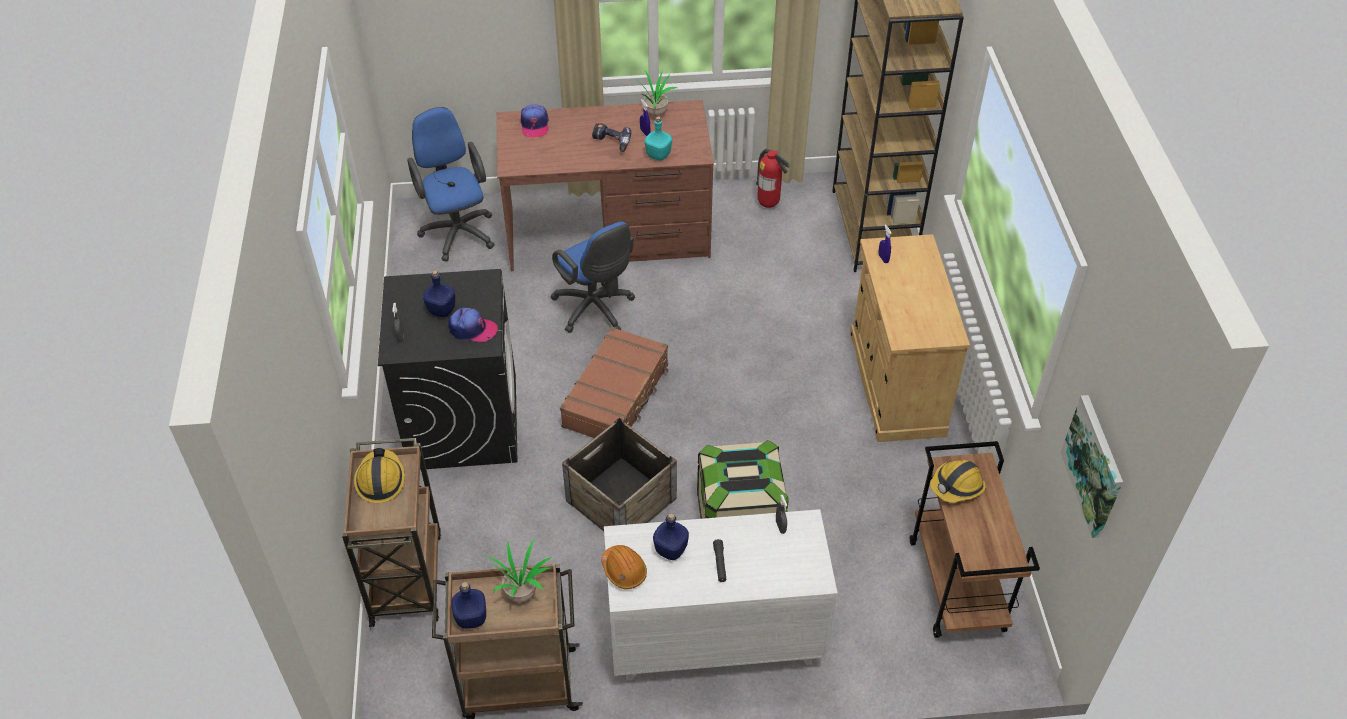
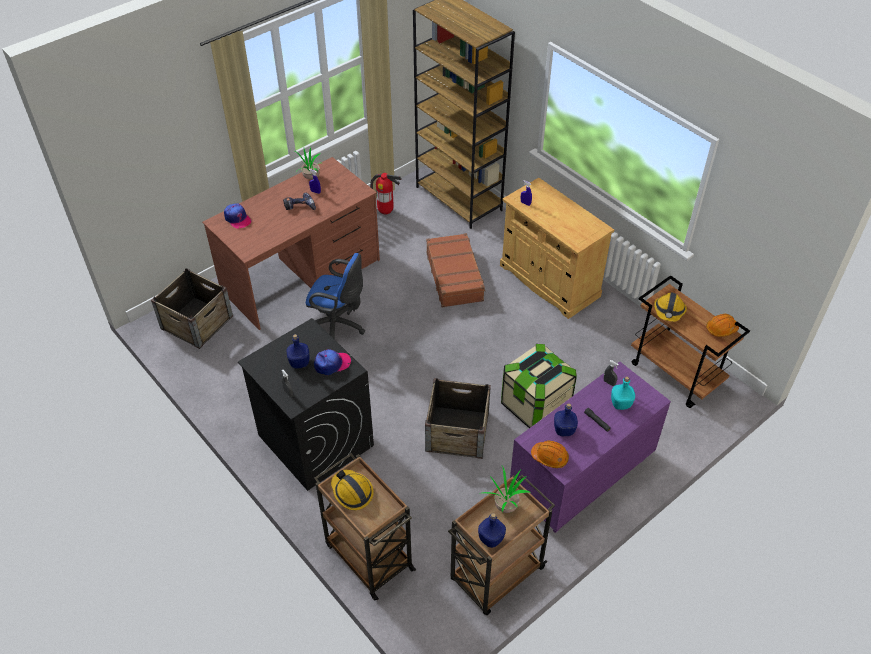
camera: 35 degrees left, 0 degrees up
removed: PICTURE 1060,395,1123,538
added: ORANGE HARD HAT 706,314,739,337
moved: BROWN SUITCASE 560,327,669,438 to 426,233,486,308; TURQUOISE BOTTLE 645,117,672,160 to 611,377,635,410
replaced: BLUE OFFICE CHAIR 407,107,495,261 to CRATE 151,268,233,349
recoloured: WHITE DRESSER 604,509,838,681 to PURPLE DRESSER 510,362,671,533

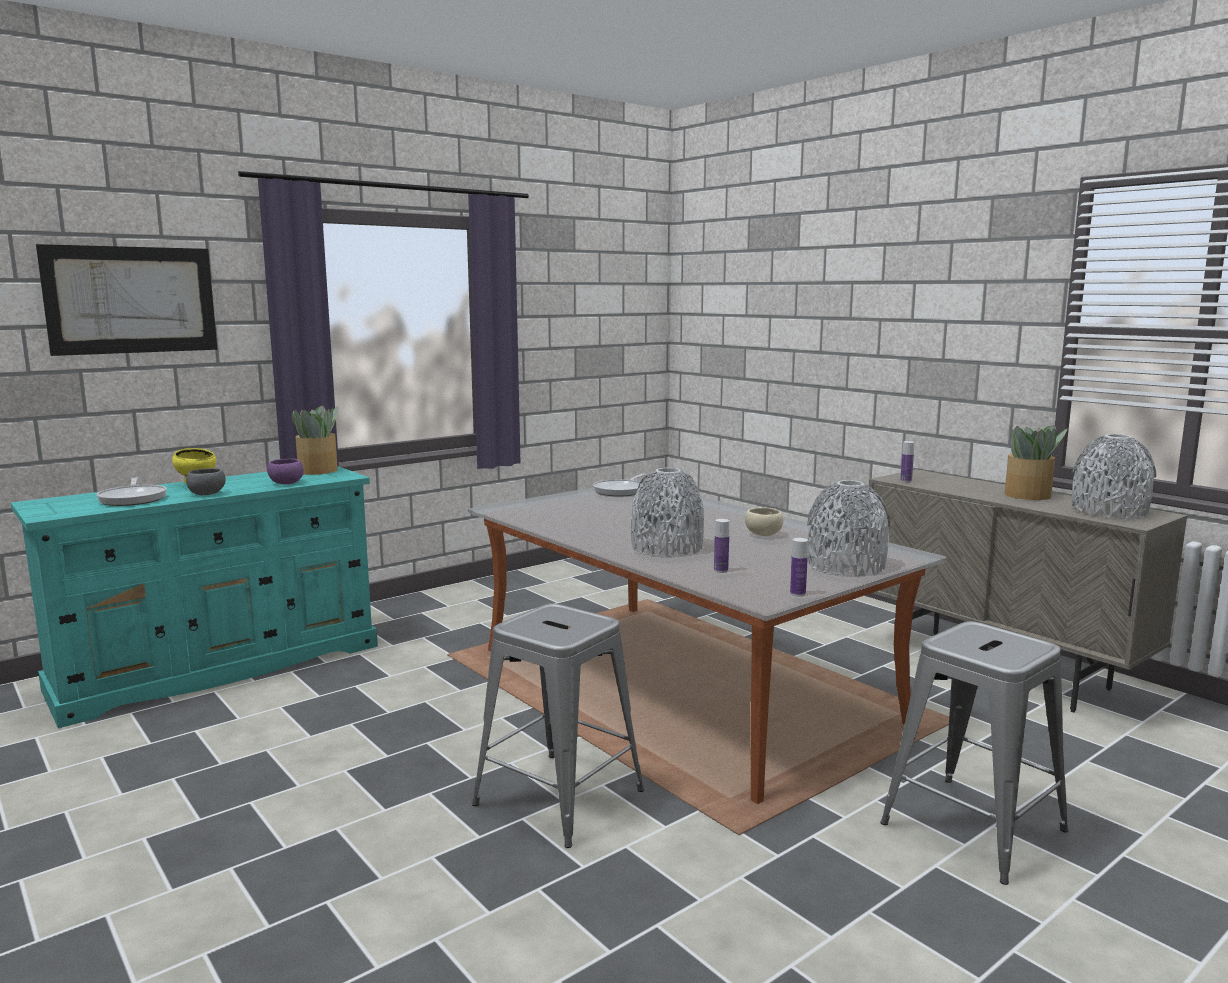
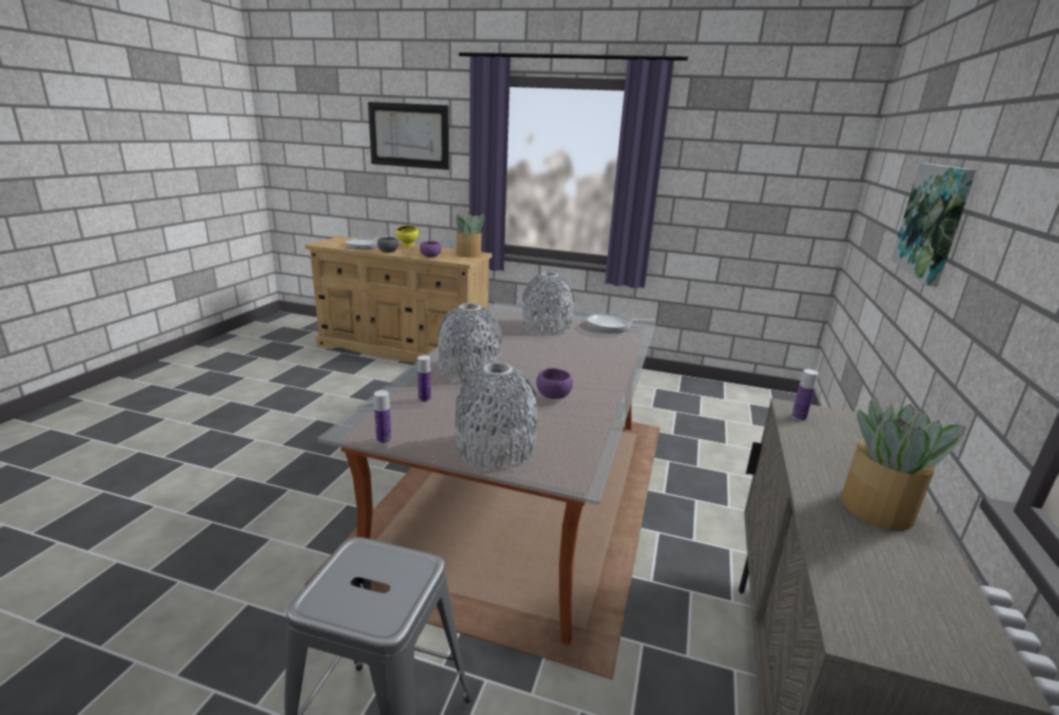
camera: 55 degrees right, 10 degrees up
removed: GREY STOOL 472,603,644,848
added: PICTURE 891,163,976,287
moved: GREY VASE 1072,434,1156,519 to 522,272,574,335
recoloured: TURQUOISE DRESSER 11,466,378,728 to BEIGE DRESSER 305,236,492,363; BEIGE BOWL 745,508,783,536 to PURPLE BOWL 536,368,573,399

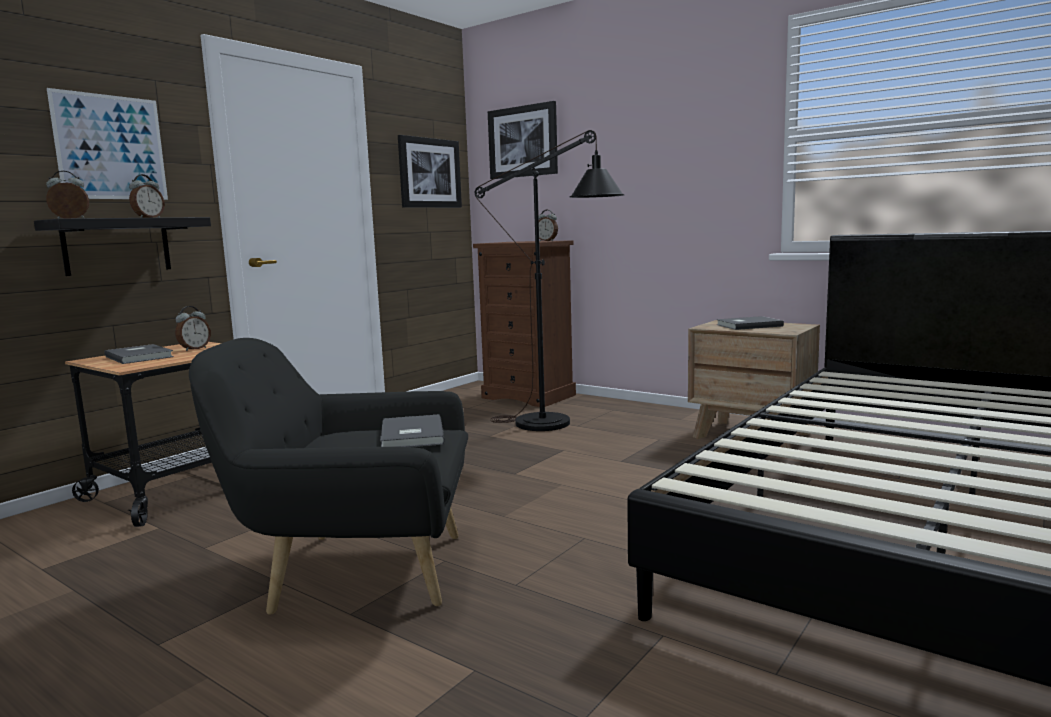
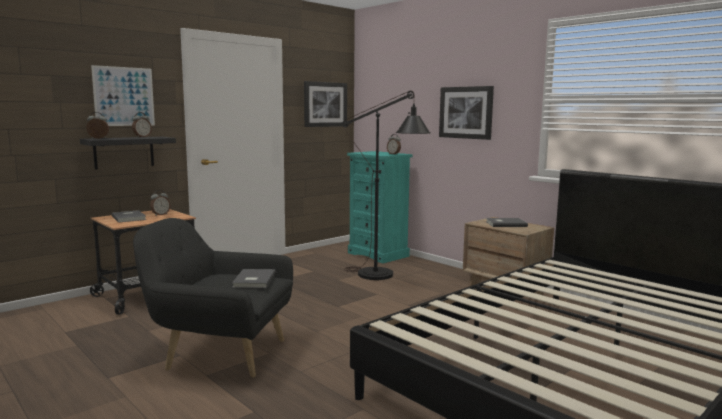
camera: 10 degrees right, 0 degrees up
moved: PICTURE 488,101,558,179 to 439,86,494,140
recoloured: BROWN DRESSER 473,240,576,407 to TURQUOISE DRESSER 347,151,413,263

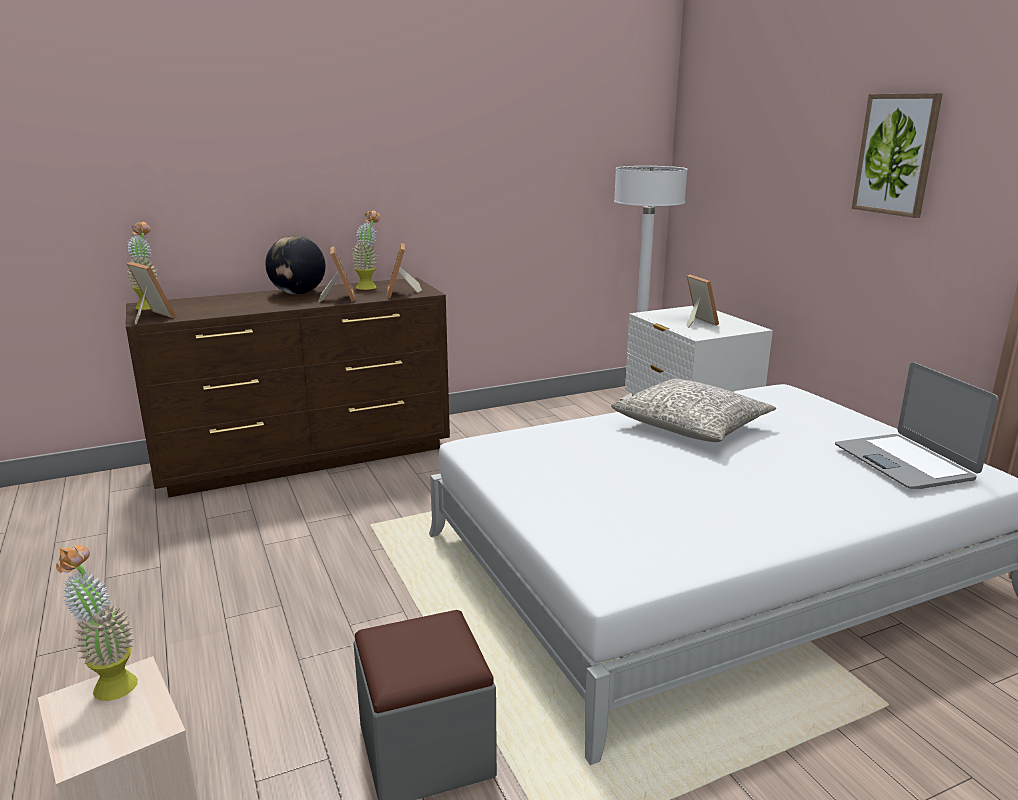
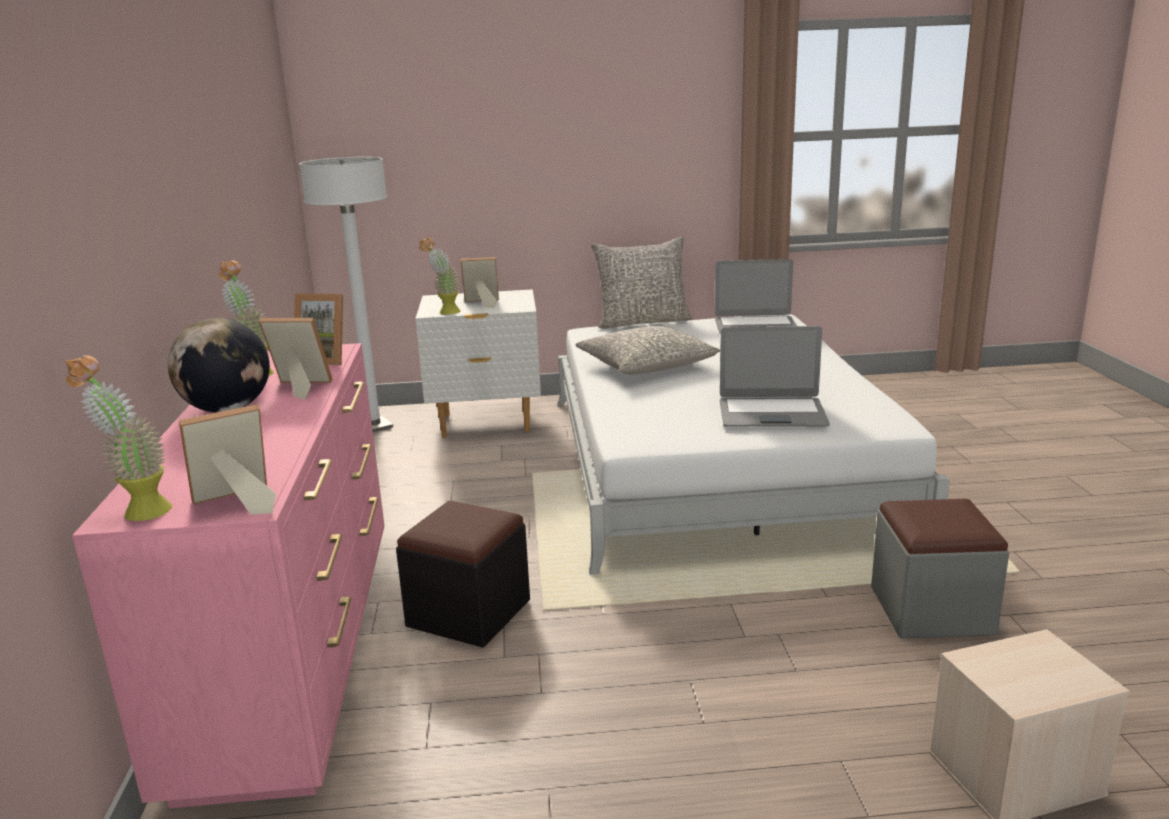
camera: 70 degrees left, 0 degrees up
removed: PICTURE 852,93,943,218
added: BLACK OTTOMAN 396,501,530,648; GREY PILLOW 591,237,692,329; LAPTOP 720,326,830,427
moved: POTTED PLANT 56,545,138,701 to 419,237,461,315
recoloured: BROWN DRESSER 126,278,450,497 to PINK DRESSER 72,343,385,809

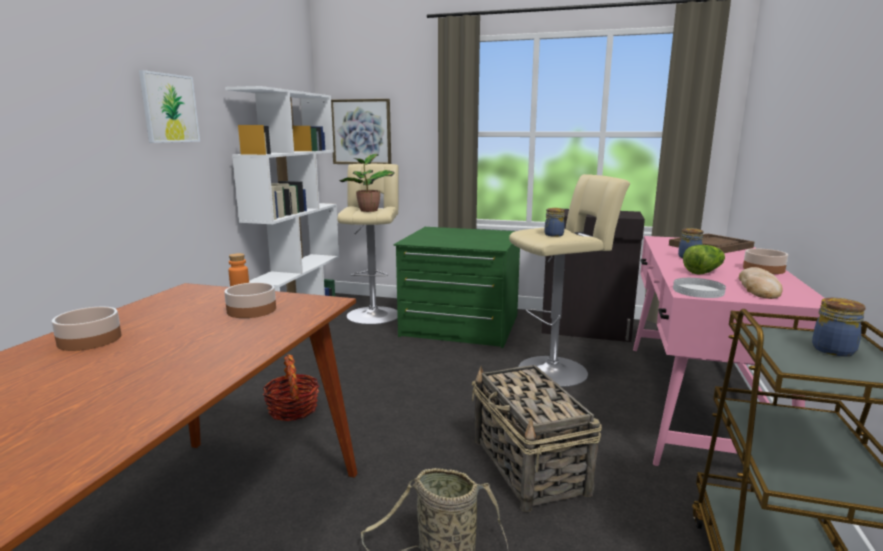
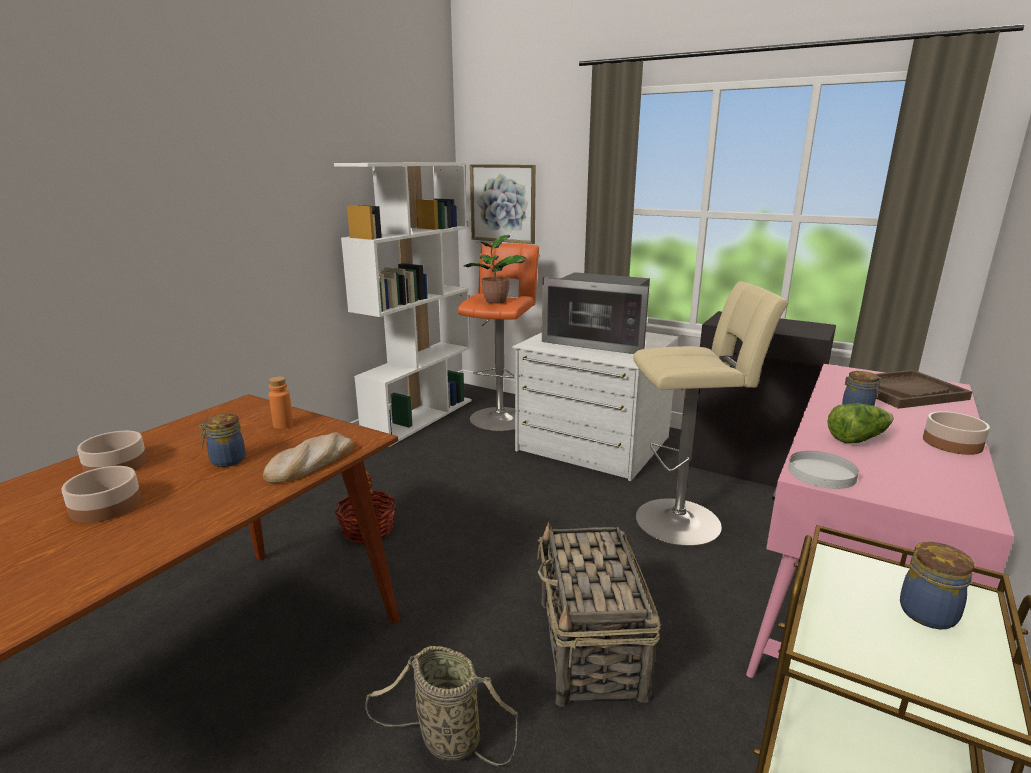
camera: 15 degrees right, 5 degrees up
removed: PICTURE 139,70,200,143
added: MICROWAVE 542,272,650,354
moved: BOWL 224,282,276,318 to 62,466,141,523; JAR 545,208,565,237 to 199,414,246,467; BREAD 739,267,783,299 to 263,432,354,483
recoloured: BEIGE STOOL 337,164,399,324 to ORANGE STOOL 458,243,539,431; GREEN DRESSER 394,227,520,348 to WHITE DRESSER 512,332,678,481

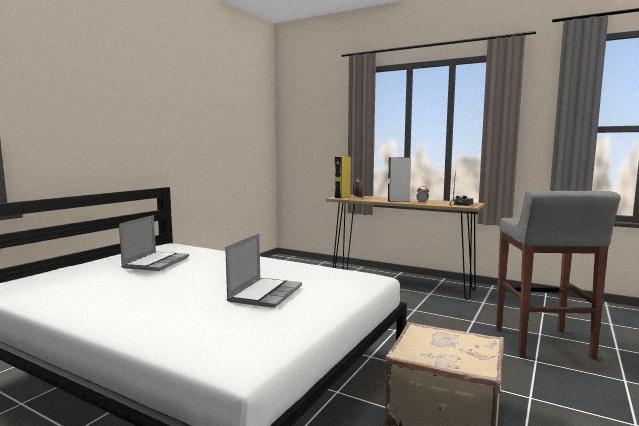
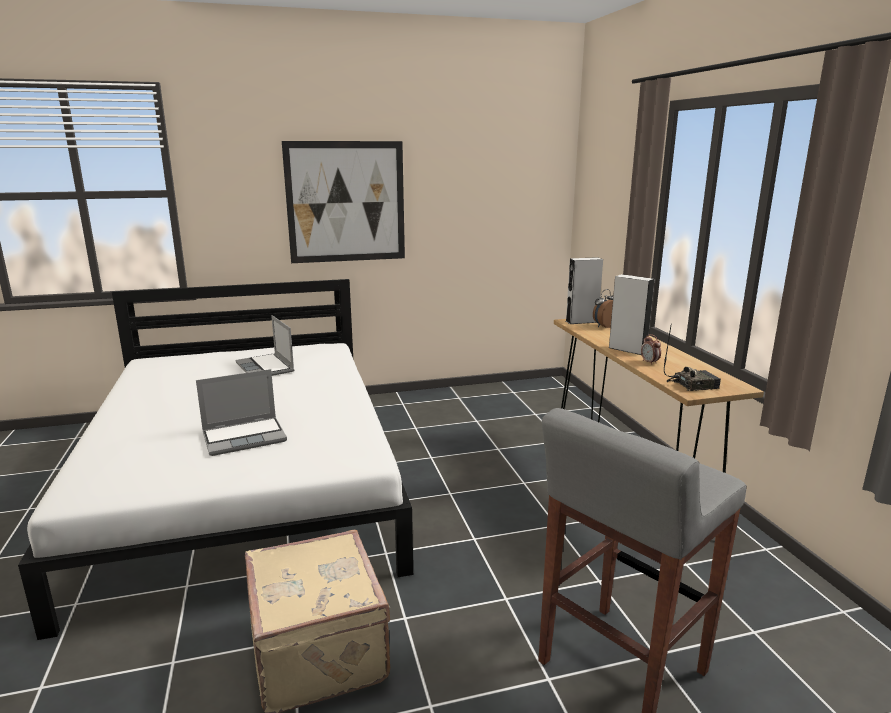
camera: 45 degrees right, 10 degrees up
added: PICTURE 282,141,405,263
recoloured: YELLOW SPEAKER 335,157,351,199 to GREY SPEAKER 566,257,603,324
turned: LAPTOP 119,215,189,271 = 236,315,294,376 90 degrees clockwise

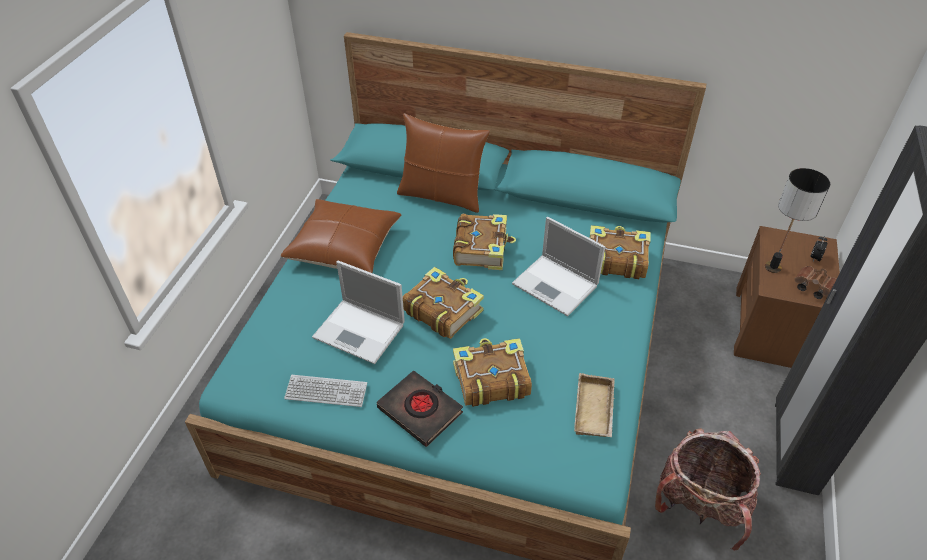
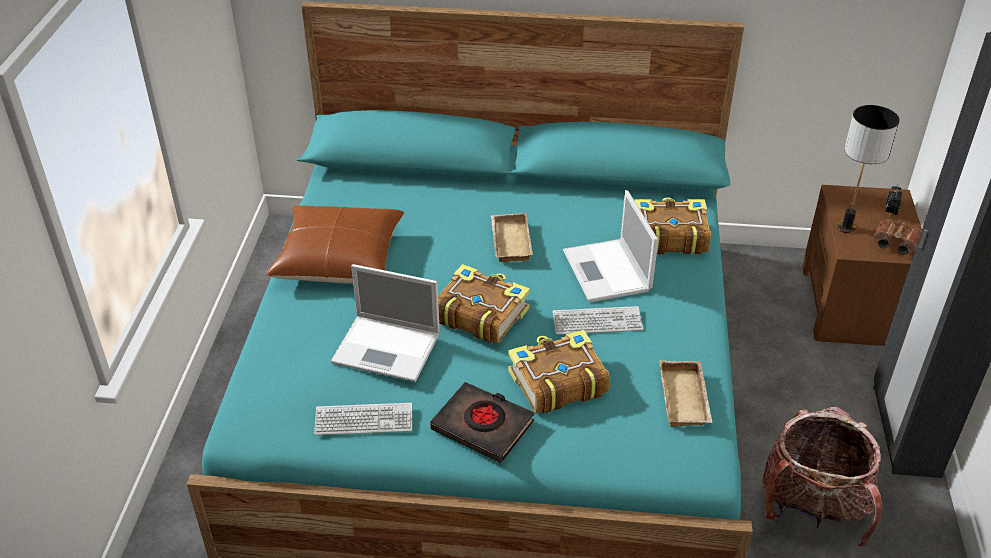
camera: 10 degrees left, 5 degrees down
removed: BROWN PILLOW 397,113,490,213
added: KEYBOARD 553,306,643,335
replaced: BOOK 453,214,516,270 to BEIGE TRAY 491,213,533,262
turned: LAPTOP 512,217,605,316 = 563,190,658,303 45 degrees clockwise

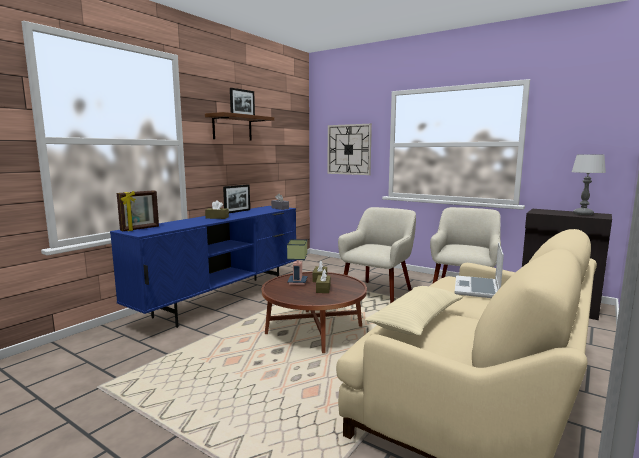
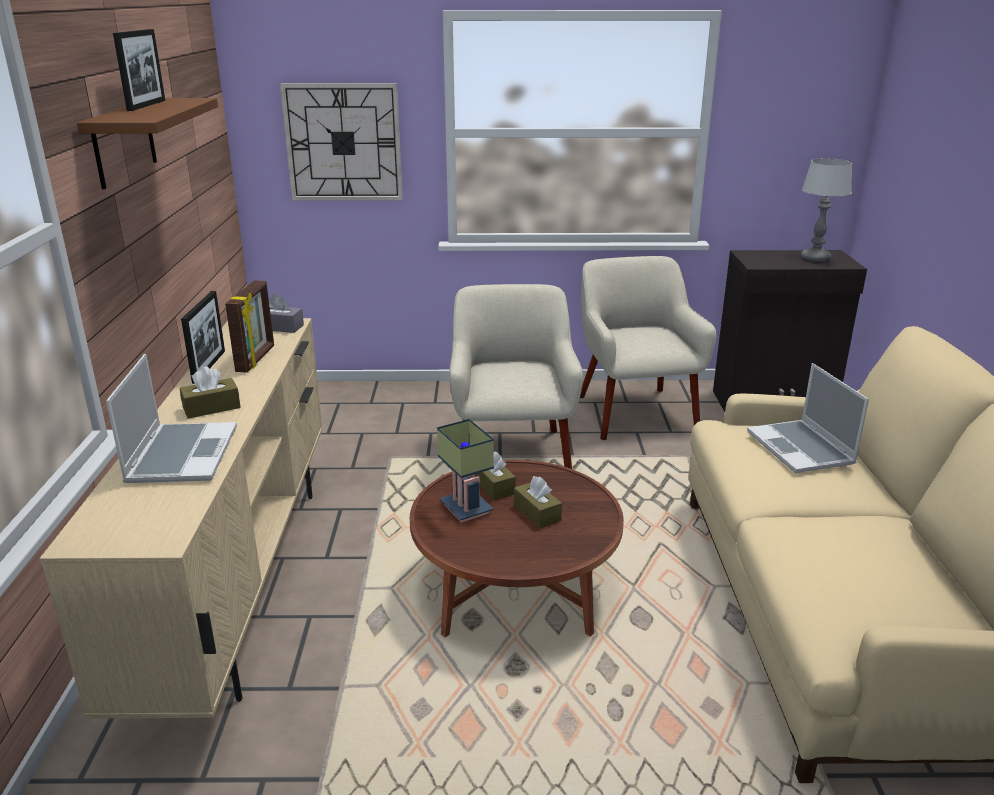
camera: 35 degrees left, 15 degrees up
removed: BEIGE PILLOW 365,286,463,336
added: LAPTOP 106,354,237,483
moved: PICTURE FRAME 117,190,159,231 to 225,280,274,373
recoloured: BLUE TV STAND 110,206,297,328 to BEIGE TV STAND 40,318,322,719

